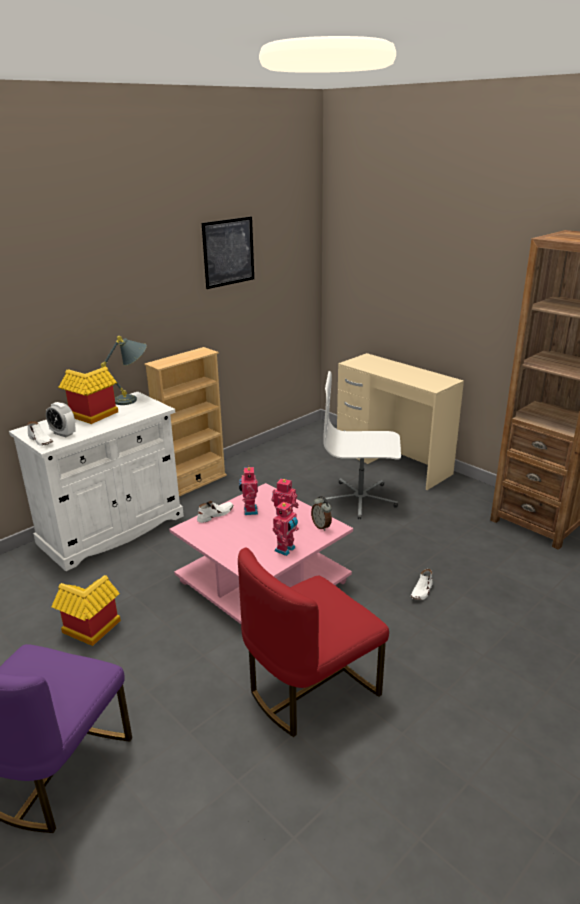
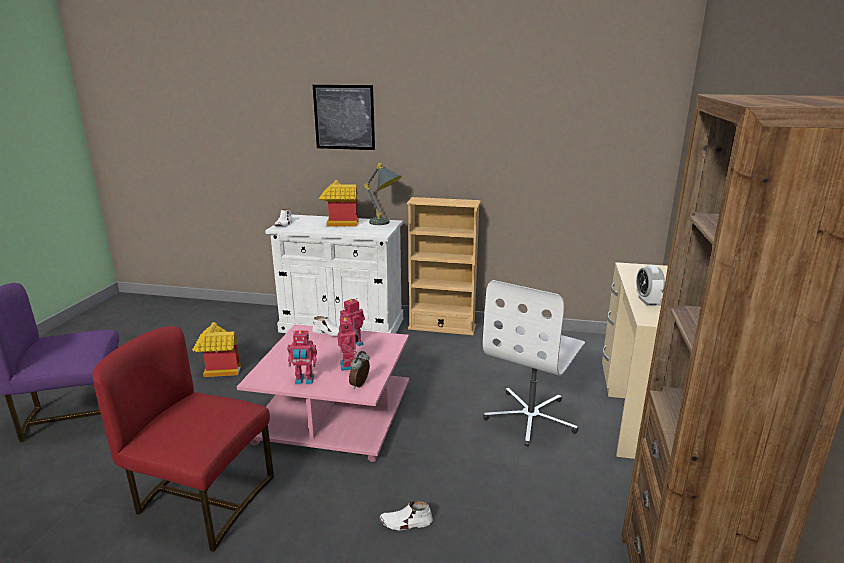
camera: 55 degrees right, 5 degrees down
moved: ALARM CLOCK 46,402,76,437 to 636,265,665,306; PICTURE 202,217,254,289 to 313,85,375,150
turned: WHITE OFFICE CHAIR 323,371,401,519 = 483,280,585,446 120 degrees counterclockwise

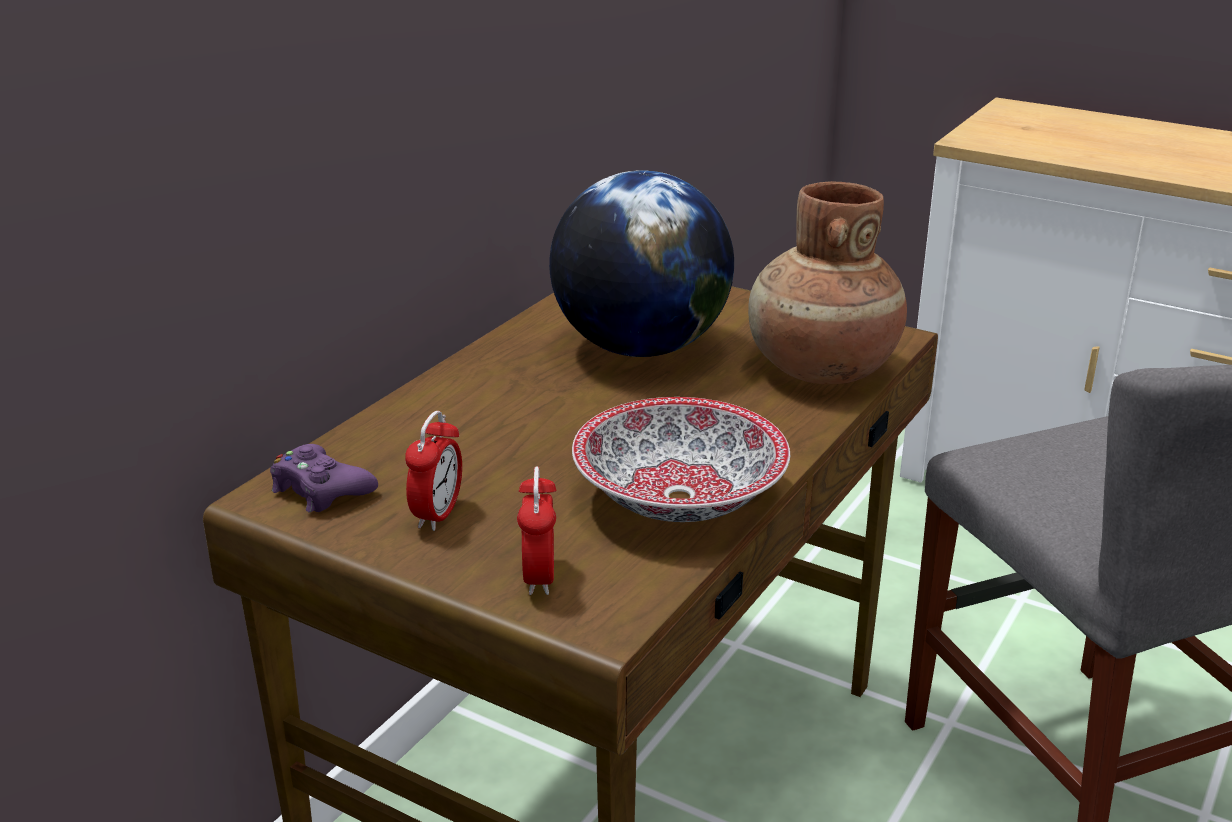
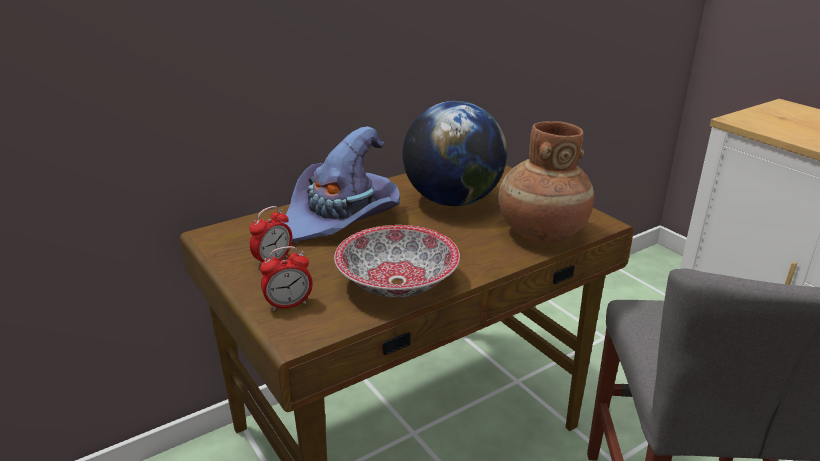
camera: 25 degrees right, 0 degrees up
removed: PURPLE GAME CONTROLLER 270,444,378,513
added: PURPLE HAT 283,126,400,243
turned: ALARM CLOCK 517,467,557,595 = 260,246,313,311 45 degrees clockwise

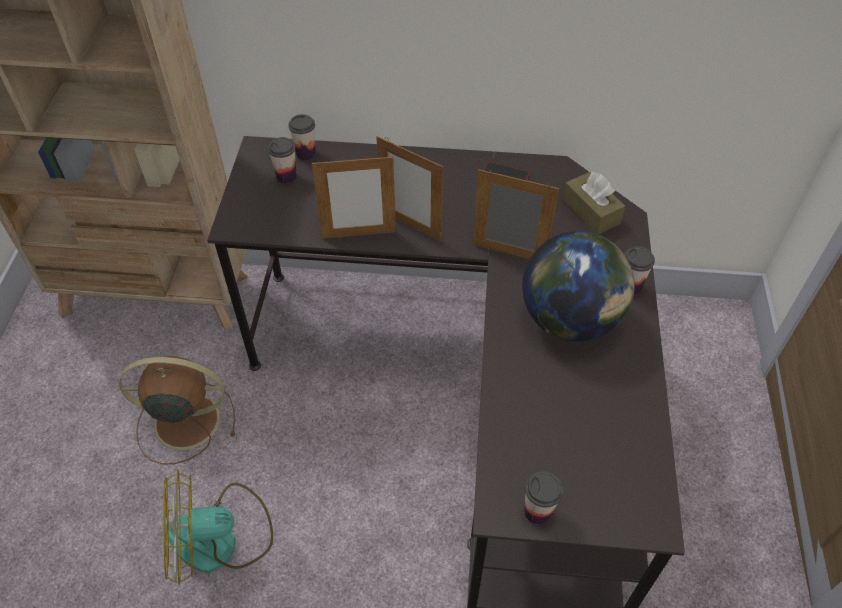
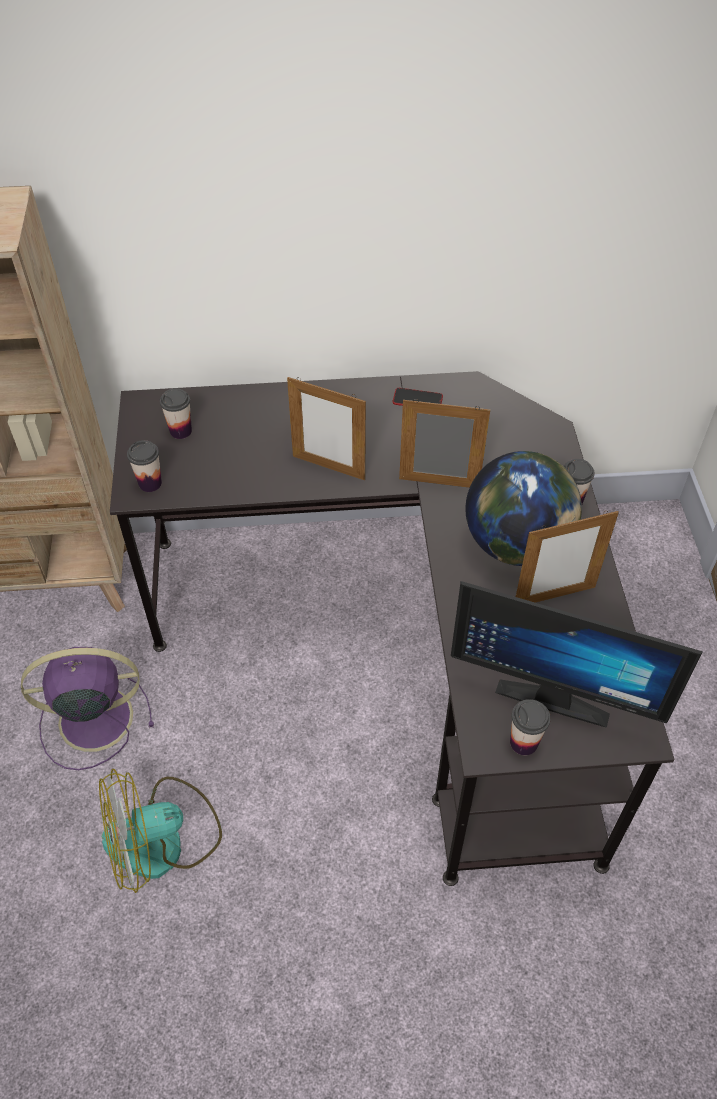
camera: 10 degrees left, 0 degrees up
removed: BROWN TISSUE BOX 563,171,626,234
added: MONITOR 451,581,703,728
moved: CUP 288,114,316,160 to 127,440,162,492; PICTURE FRAME 312,154,396,238 to 516,511,619,603
recoloured: BROWN FAN 119,356,235,465 to PURPLE FAN 21,647,154,770

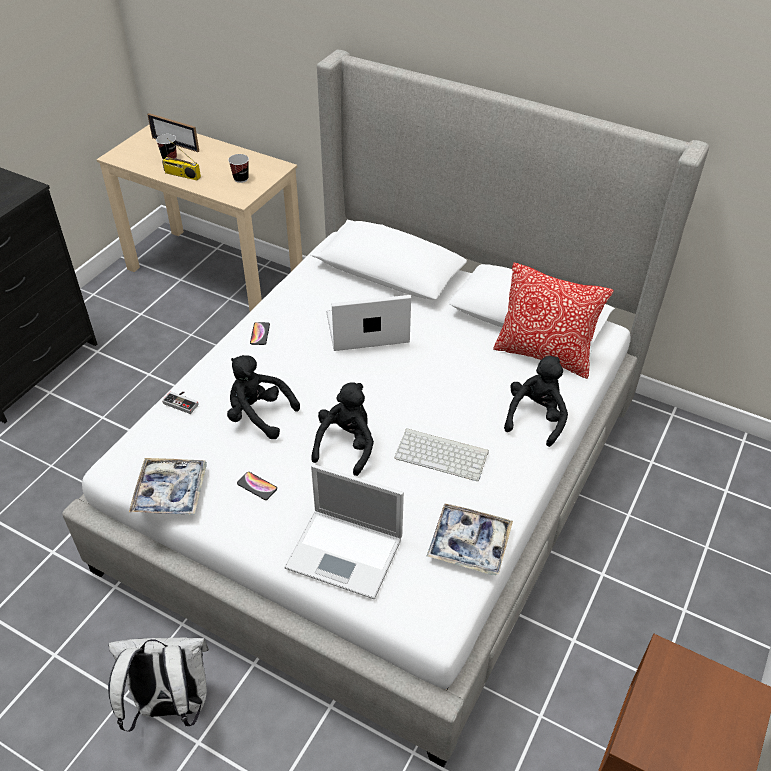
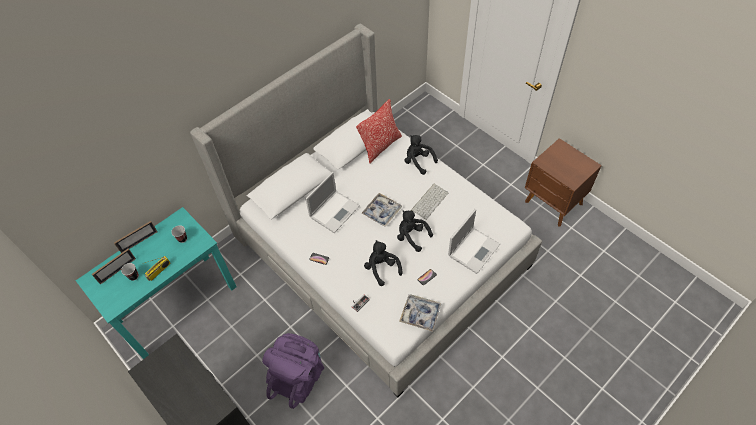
camera: 70 degrees left, 10 degrees up
removed: WHITE BACKPACK 108,638,209,732
added: PICTURE FRAME 114,221,157,253; PURPLE BACKPACK 262,333,324,409
moved: TRAY 427,503,513,576 to 361,193,402,227
recoloured: BEIGE DESK 96,125,303,311 to TURQUOISE DESK 76,207,237,359
turned: BLACK PLUSH TOY 227,355,300,439 = 364,240,403,286 105 degrees clockwise; LAPTOP 326,295,411,351 = 305,172,360,233 150 degrees counterclockwise

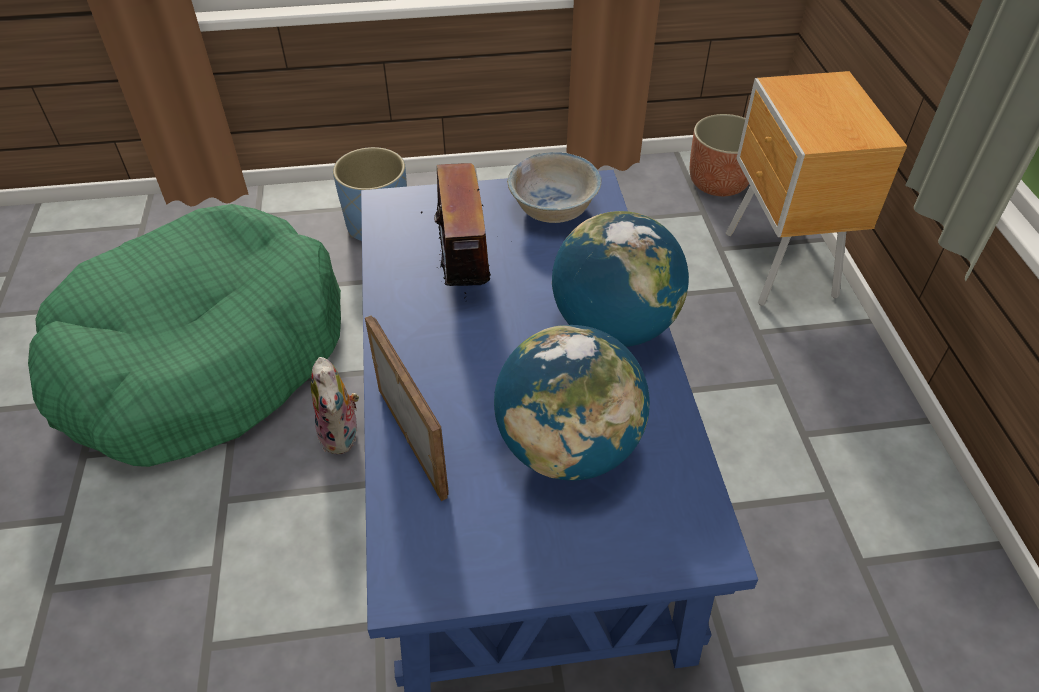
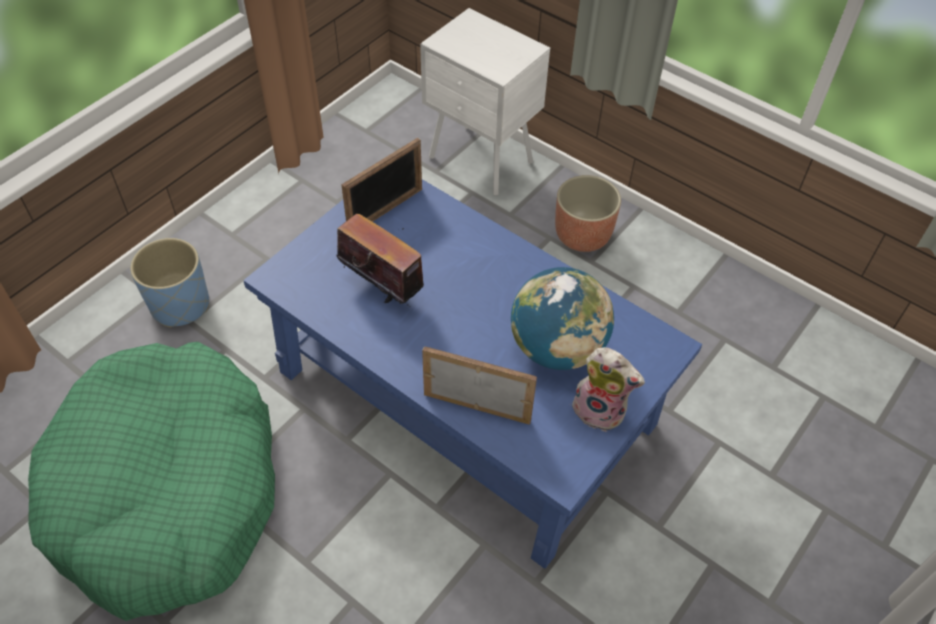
camera: 45 degrees left, 5 degrees up
removed: GLOBE 552,211,689,347
moved: PLUSH TOY 311,357,359,455 to 572,347,645,432; PLANTER 690,114,749,196 to 555,175,621,252
replaced: WHITE BOWL 507,152,602,223 to PICTURE FRAME 341,138,422,222
recoloured: BROWN NIGHTSTAND 726,71,907,306 to WHITE NIGHTSTAND 420,8,550,196

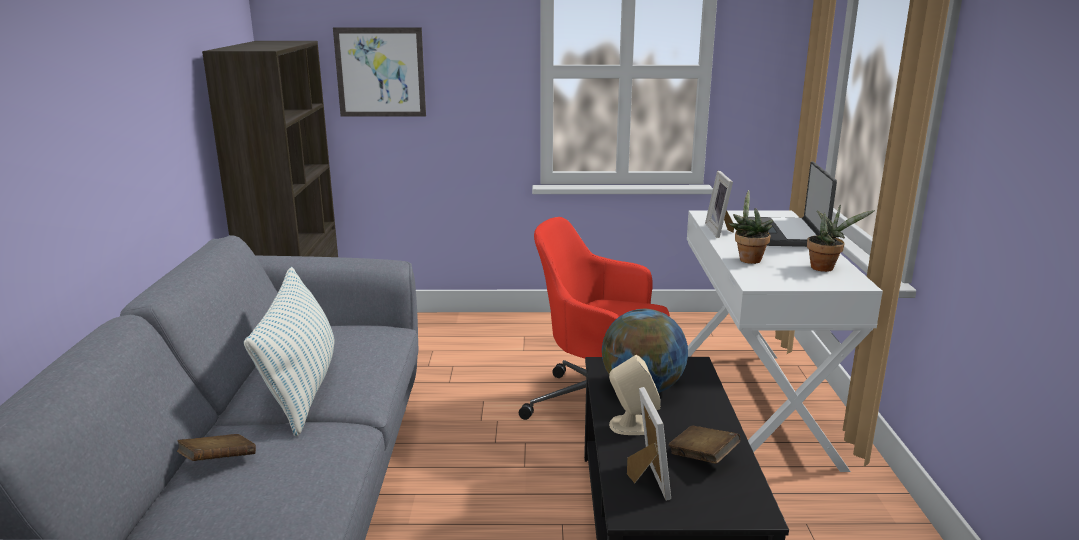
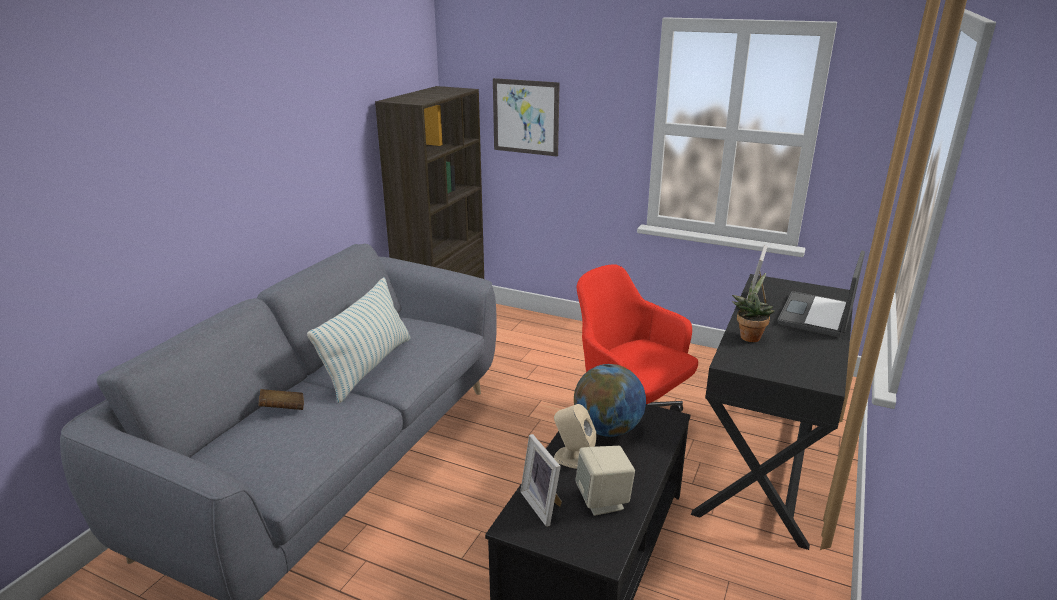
camera: 25 degrees right, 5 degrees up
removed: POTTED PLANT 807,204,875,272
replaced: BROWN BOOK 668,426,741,464 to BEIGE SPEAKER 575,446,635,516
recoloured: WHITE DESK 687,210,883,472 to BLACK DESK 691,274,853,550
turned: PICTURE FRAME 627,387,671,501 = 520,434,562,527 135 degrees clockwise

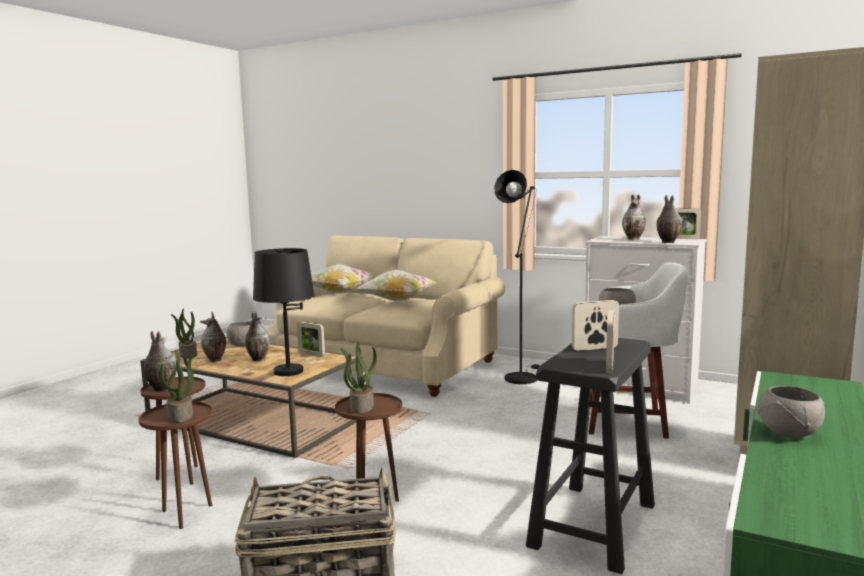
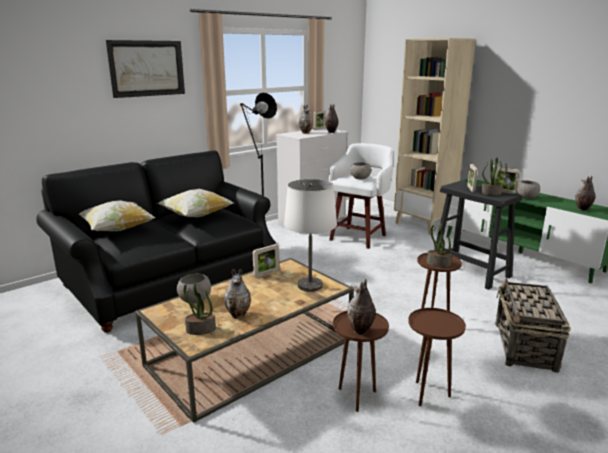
camera: 70 degrees left, 10 degrees up
added: PICTURE 106,40,185,98
moved: POTTED PLANT 159,350,196,423 to 481,157,507,195; VASE 245,312,270,362 to 575,176,595,211
recoloured: BLACK TABLE LAMP 253,248,315,376 to WHITE TABLE LAMP 284,179,337,292; BEIGE SOFA 267,235,505,397 to BLACK SOFA 36,151,276,333

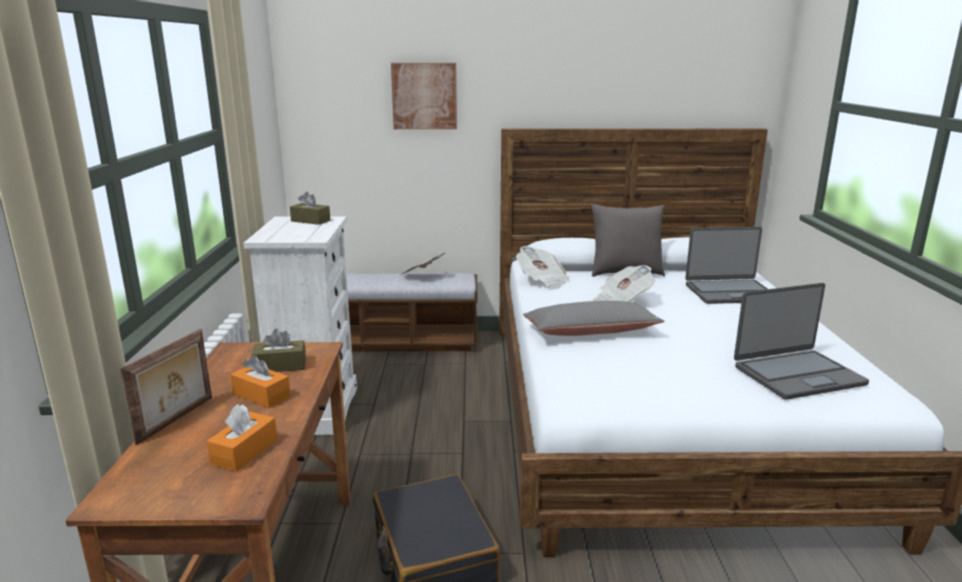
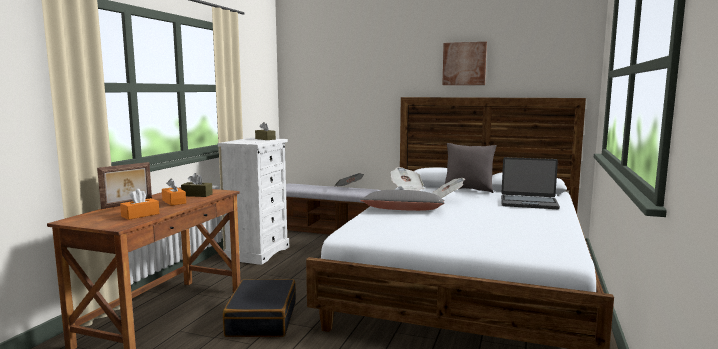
camera: 20 degrees right, 10 degrees down
removed: LAPTOP 734,283,869,400
moved: PICTURE 391,63,457,129 to 442,42,487,85

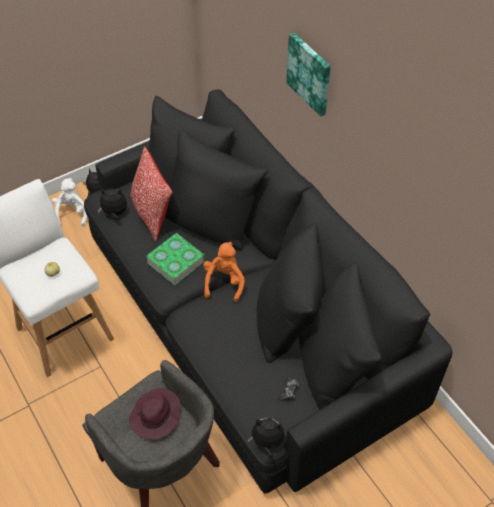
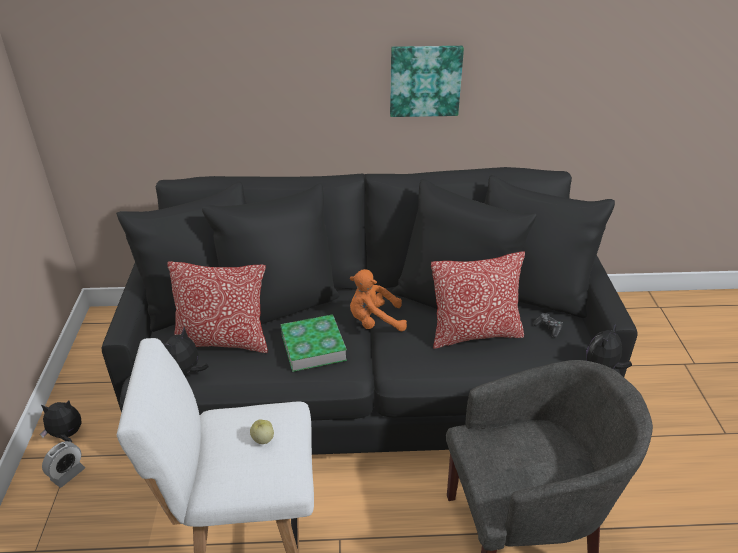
camera: 60 degrees left, 15 degrees down
removed: PURPLE HAT 129,388,181,440
added: PILLOW 431,252,525,349
moved: PICTURE 286,32,331,117 to 390,46,464,117
replaced: WHITE PLUSH TOY 52,178,87,227 to ALARM CLOCK 42,441,85,488
turned: ORANGE PLUSH TOY 203,242,245,302 = 350,269,407,331 45 degrees counterclockwise

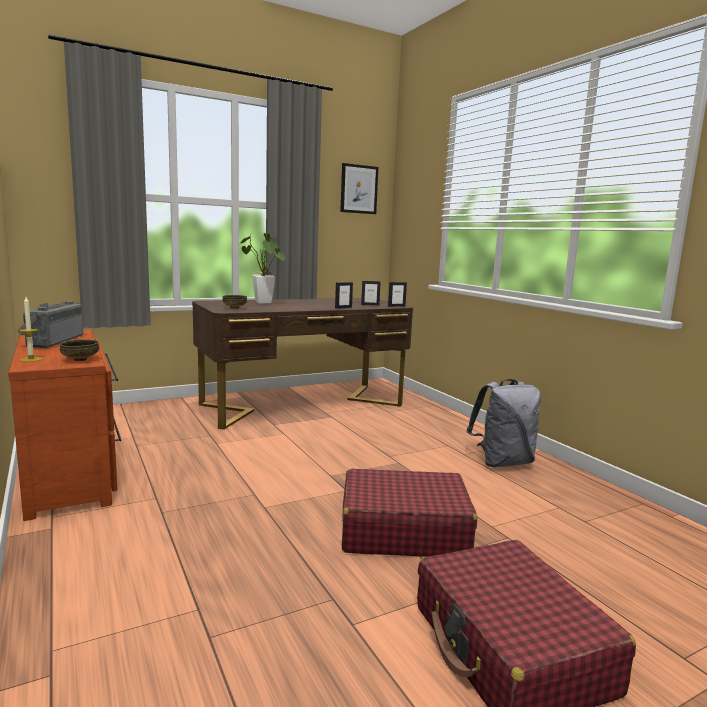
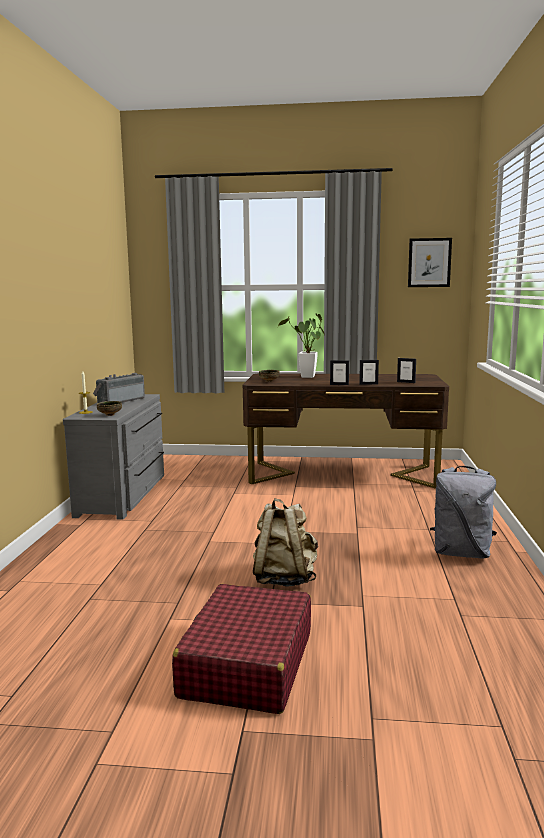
camera: 35 degrees right, 0 degrees up
moved: PICTURE FRAME 388,282,407,307 to 330,360,349,385
replaced: RED SUITCASE 342,469,477,557 to BEIGE BACKPACK 253,498,318,586
recoloured: BROWN DRESSER 8,330,121,521 to GREY DRESSER 63,394,164,520

